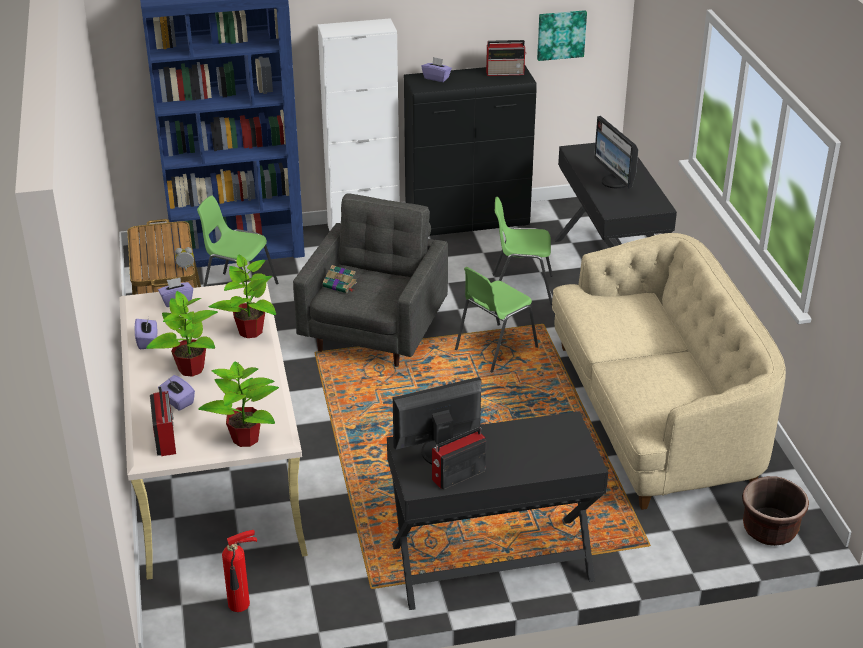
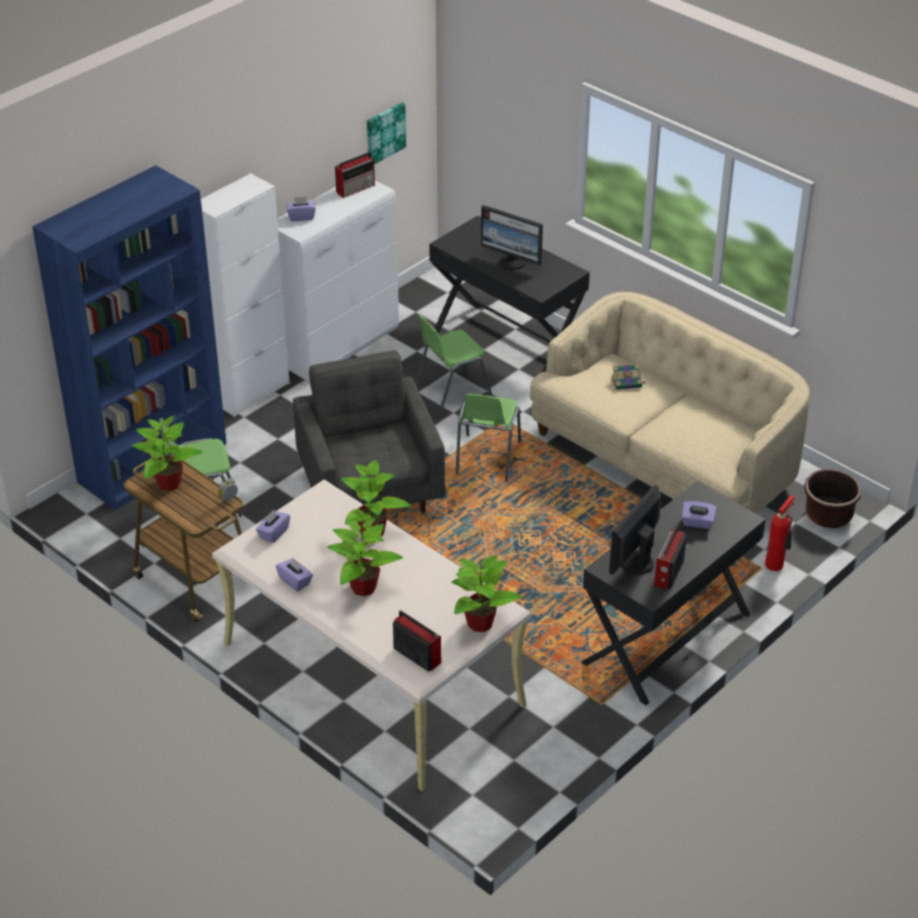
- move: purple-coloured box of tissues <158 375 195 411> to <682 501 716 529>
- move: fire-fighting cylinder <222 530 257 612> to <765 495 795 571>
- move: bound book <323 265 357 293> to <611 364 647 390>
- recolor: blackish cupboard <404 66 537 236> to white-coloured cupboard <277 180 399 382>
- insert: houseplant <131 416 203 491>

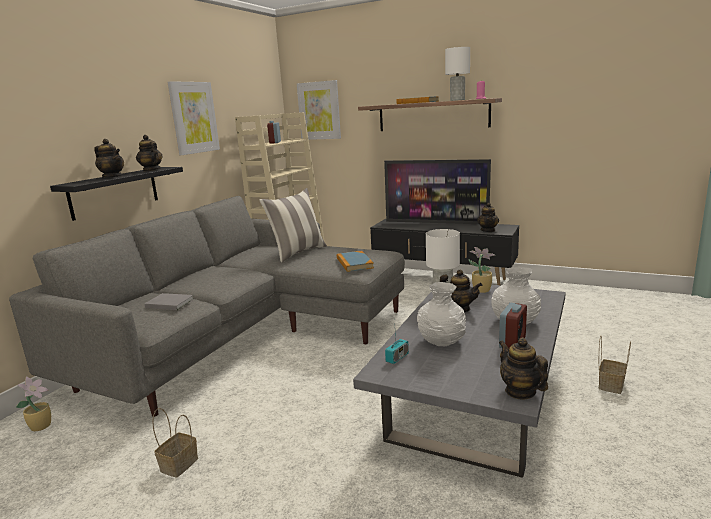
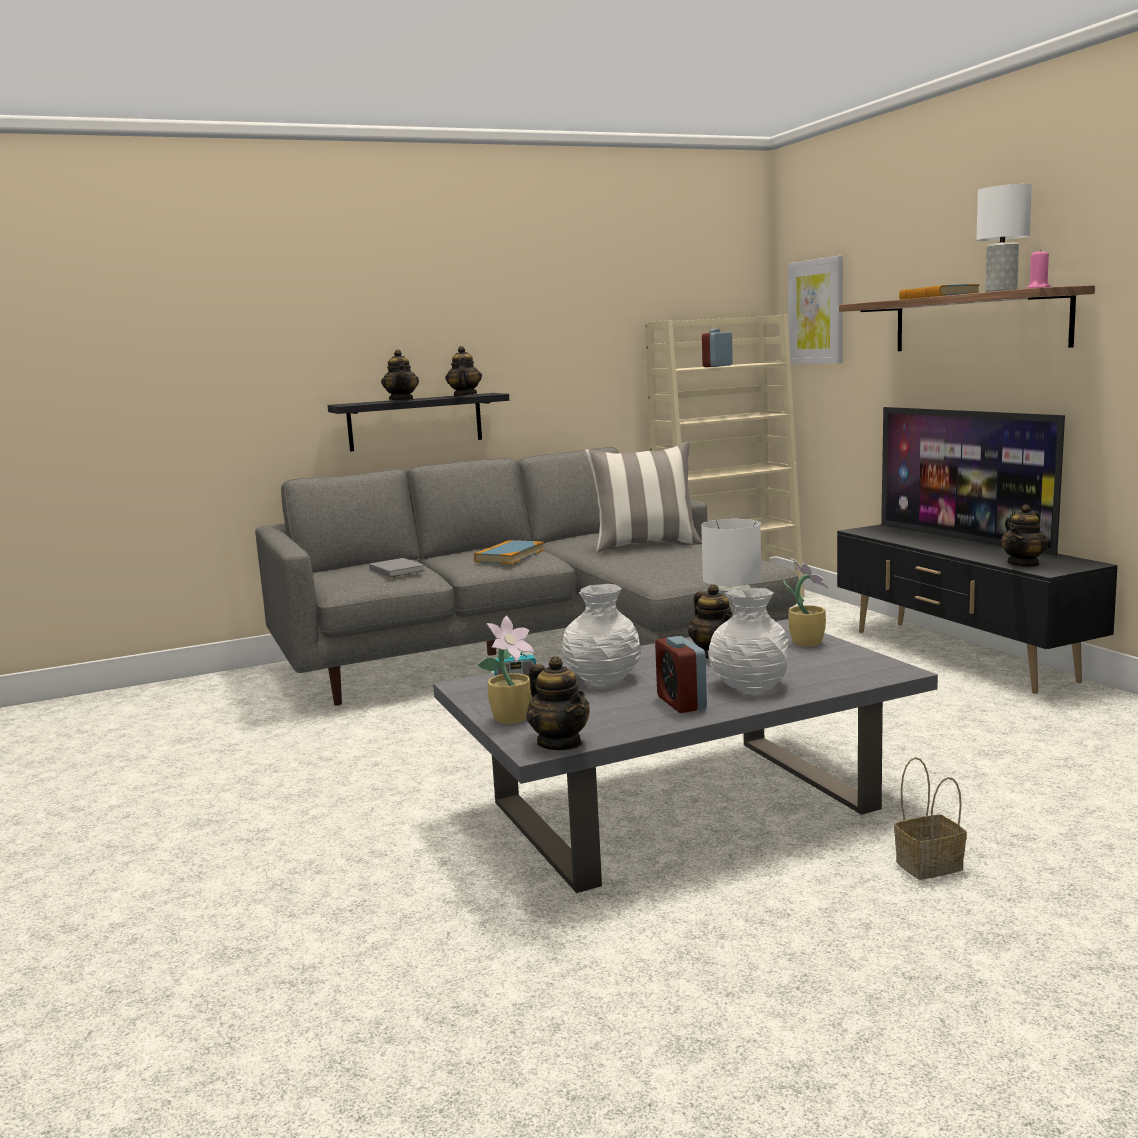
- move: houseplant <16 376 51 431> to <478 616 535 724>
- delete: household basket <152 408 198 478>
- delete: wall art <167 81 220 155>
- move: bound book <337 251 374 272> to <474 540 544 564>
- rotate: table clock <499 303 527 348> = <655 636 707 713> 90 degrees clockwise
- rotate: tea pot <499 338 548 399> = <526 656 590 750> 135 degrees clockwise

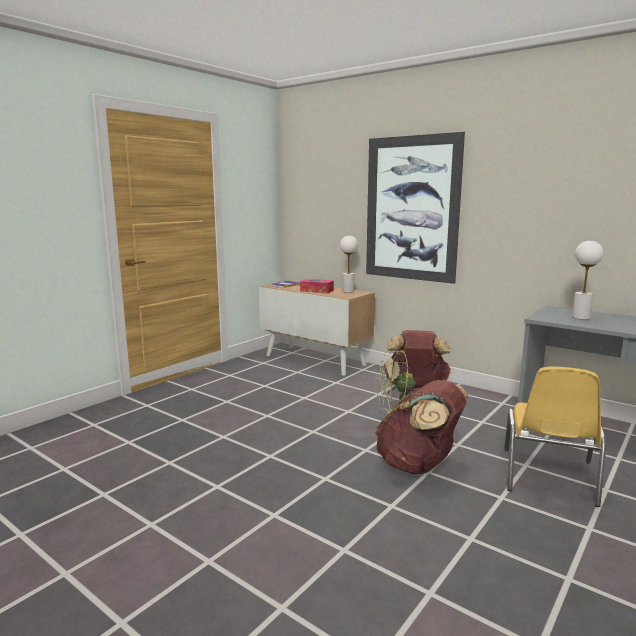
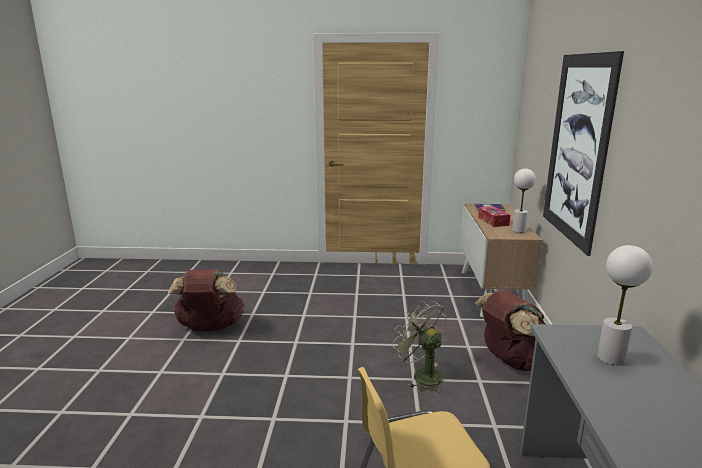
- move: brown-coloured knapsack <375 380 468 474> to <168 270 244 331>

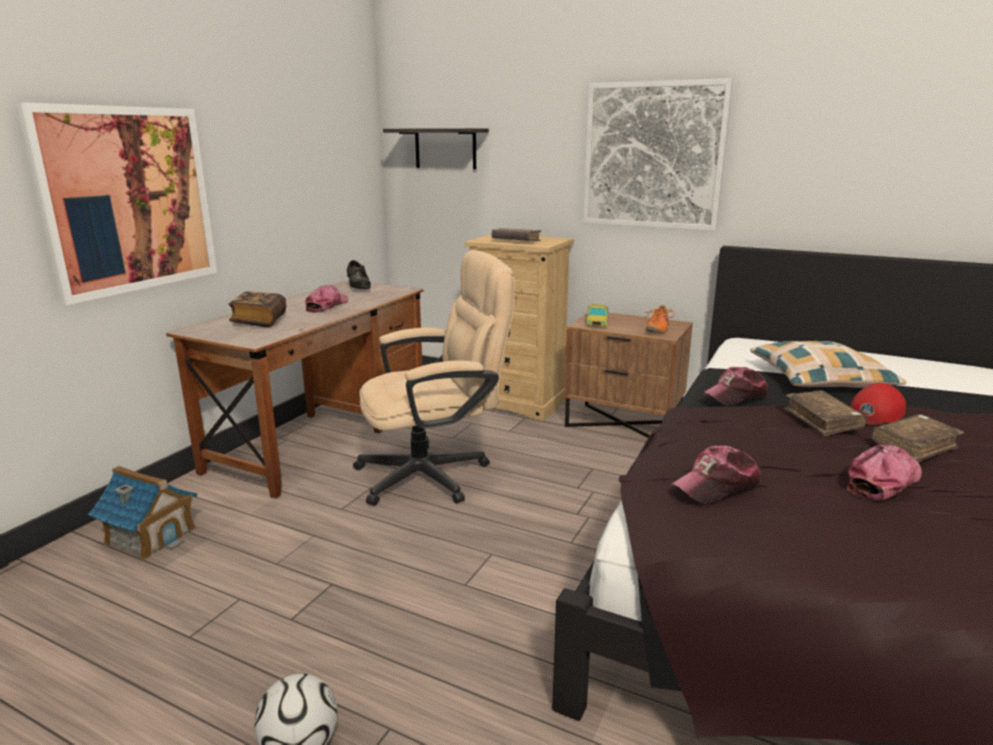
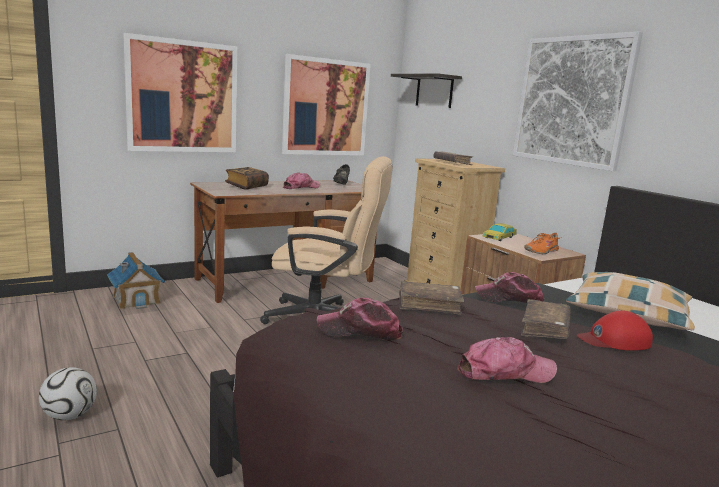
- move: brown-coloured bound book <872 414 964 462> to <399 281 464 315>
- insert: wall art <282 54 371 155>

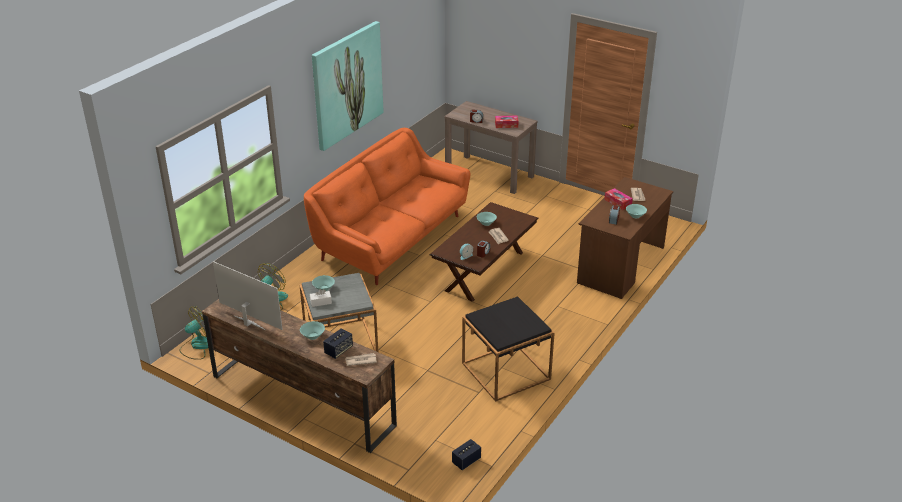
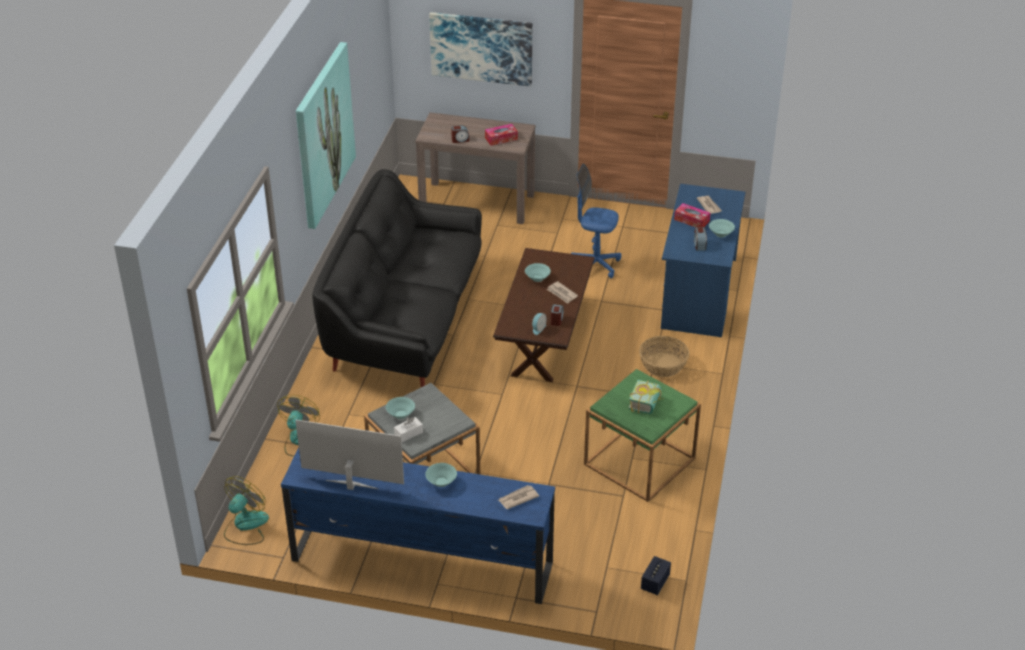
- recolor: brown-coloured media console <202 299 397 453> to blue-coloured media console <281 447 555 604>
- recolor: orange settee <304 128 470 285> to blackish settee <313 169 482 387>
- delete: speaker <323 328 353 359>
- recolor: blackish accent table <462 296 555 402> to green-coloured accent table <584 369 701 502>
- recolor: brown-coloured desk table <577 177 673 299> to blue-coloured desk table <661 184 745 337>
- insert: wall art <429 12 532 87>
- insert: blue-coloured office chair <571 164 621 278>
- insert: bound book <629 380 662 414>
- insert: household basket <639 336 689 377>

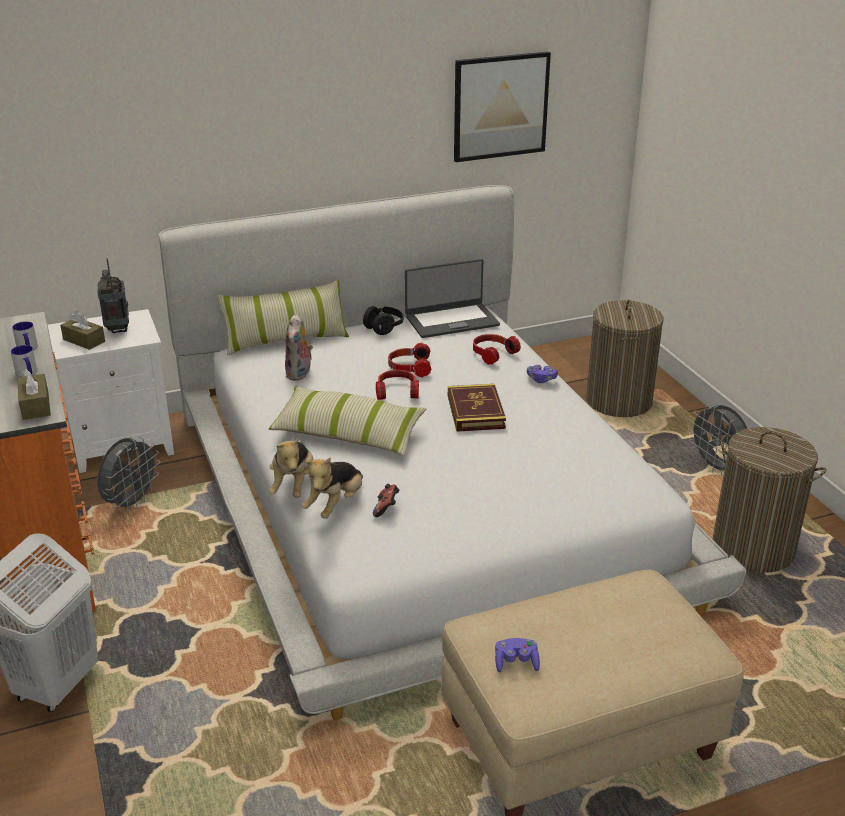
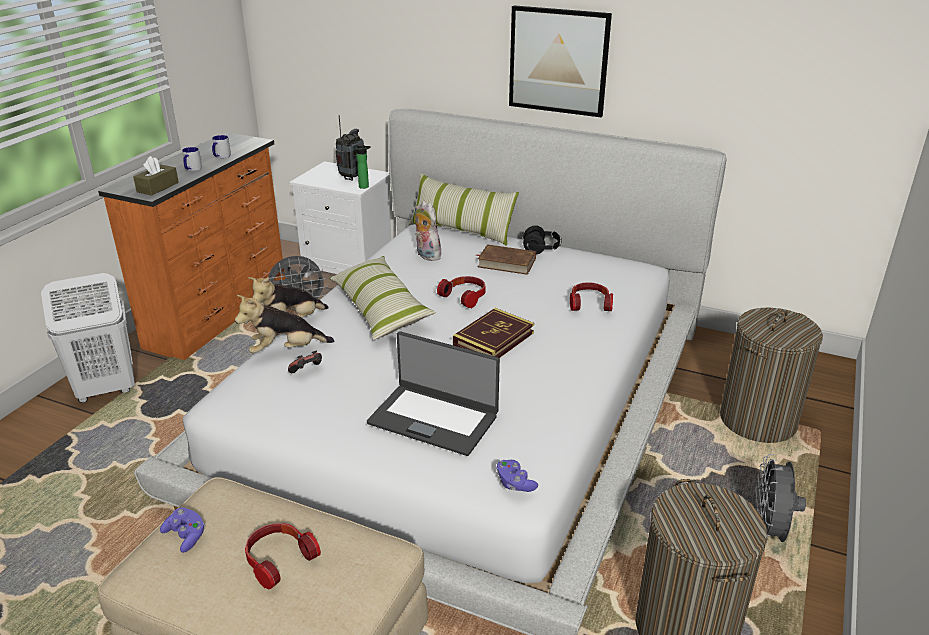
- delete: brown-coloured box of tissues <60 311 105 350>
- rotate: cuddly toy <285 313 313 381> = <415 201 441 261> 90 degrees clockwise
- move: headset <388 343 431 377> to <245 523 321 589>
- move: laptop <405 259 500 338> to <367 331 500 456>
- move: wall art <454 52 551 162> to <509 5 612 117>
- move: purple-coloured joypad <527 365 558 383> to <496 460 538 492>
- insert: drink bottle <356 144 371 189>
- insert: brown-coloured bound book <476 244 536 275>

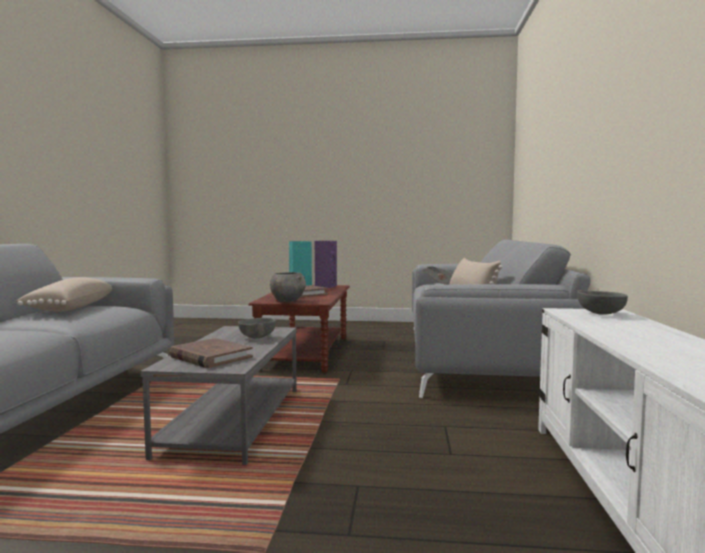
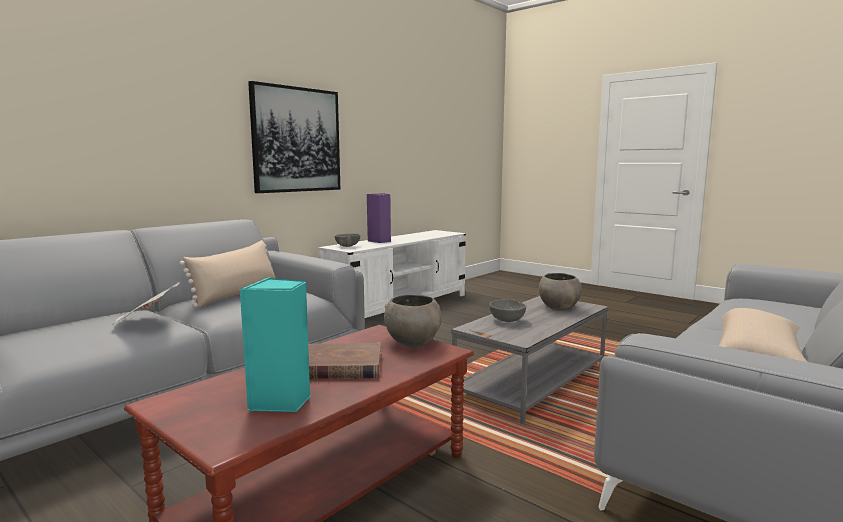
- replace: brown-coloured bound book <169 338 253 368> to greyish serving bowl <539 273 582 311>
- move: purple-coloured speaker <315 241 337 288> to <367 193 391 243>
- insert: wall art <248 81 340 193>

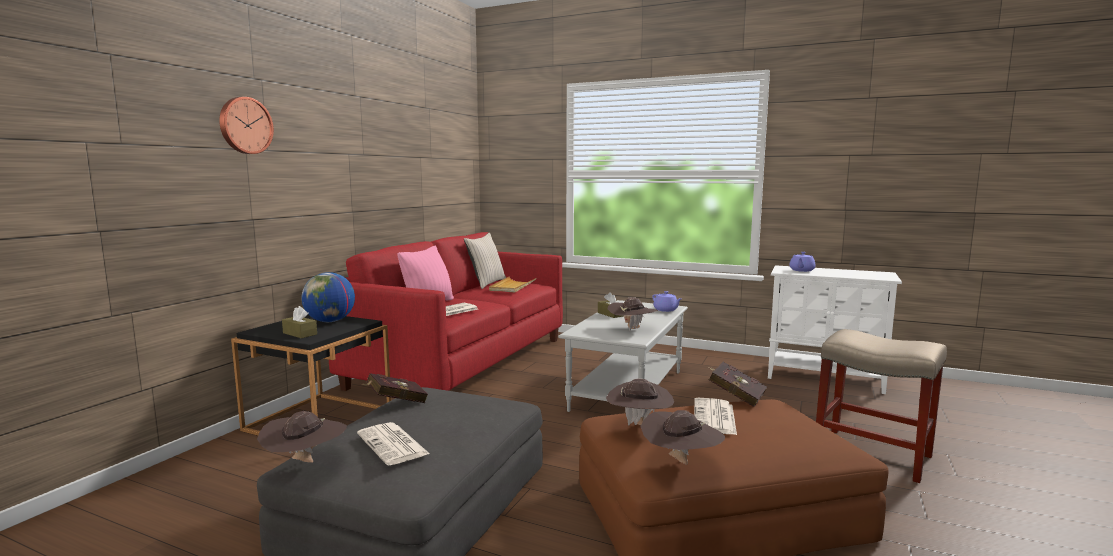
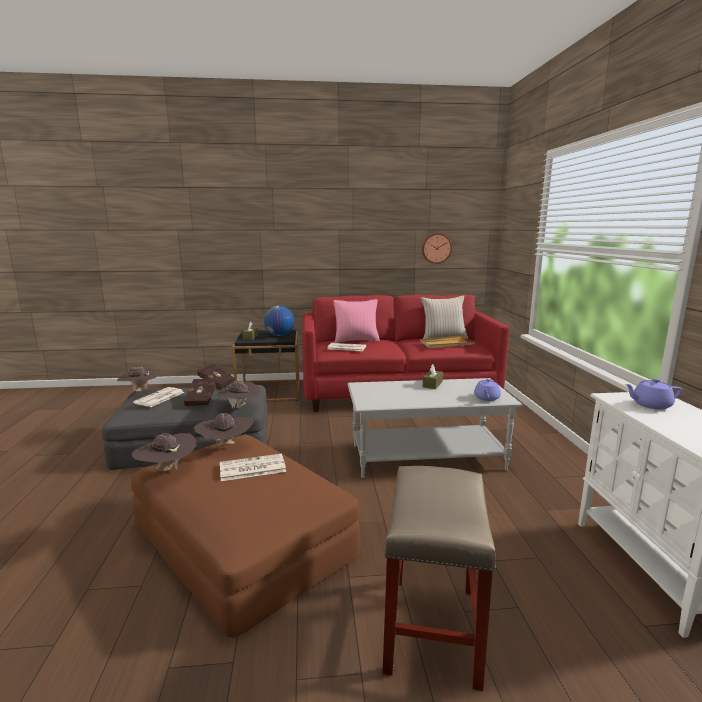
- move: clock on the wall <219 97 274 154> to <422 233 452 264>
- move: brown-coloured wearable hat <608 297 658 331> to <216 381 260 409>
- move: red bound book <708 362 767 407> to <183 379 217 406>

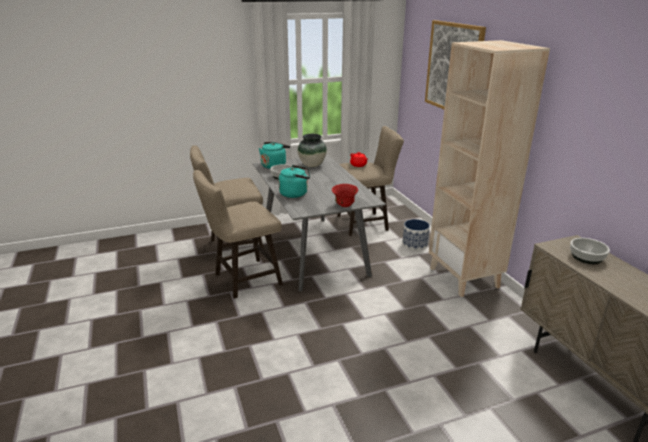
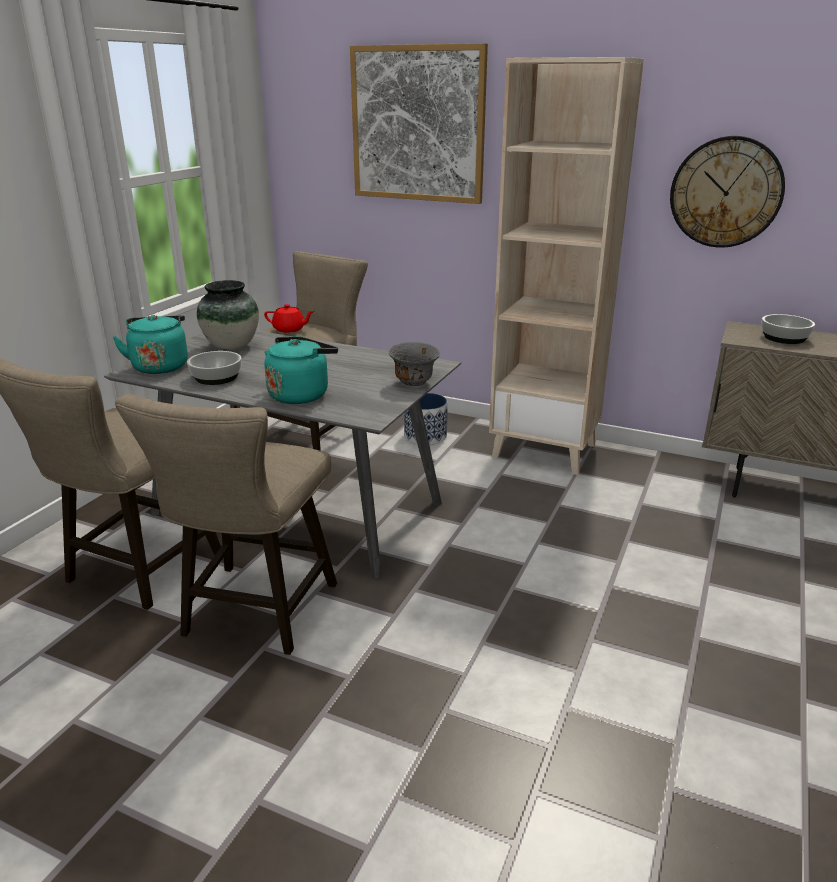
- recolor: red serving bowl <332 184 358 207> to greyish serving bowl <388 342 440 386>
- insert: clock on the wall <670 136 785 248>

